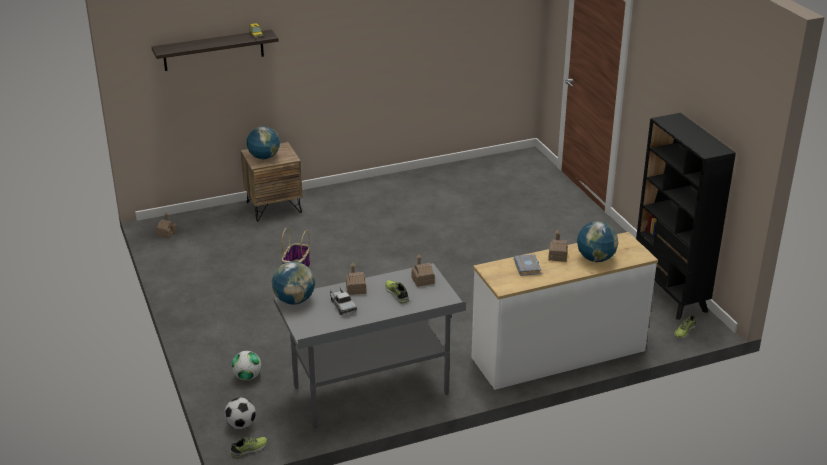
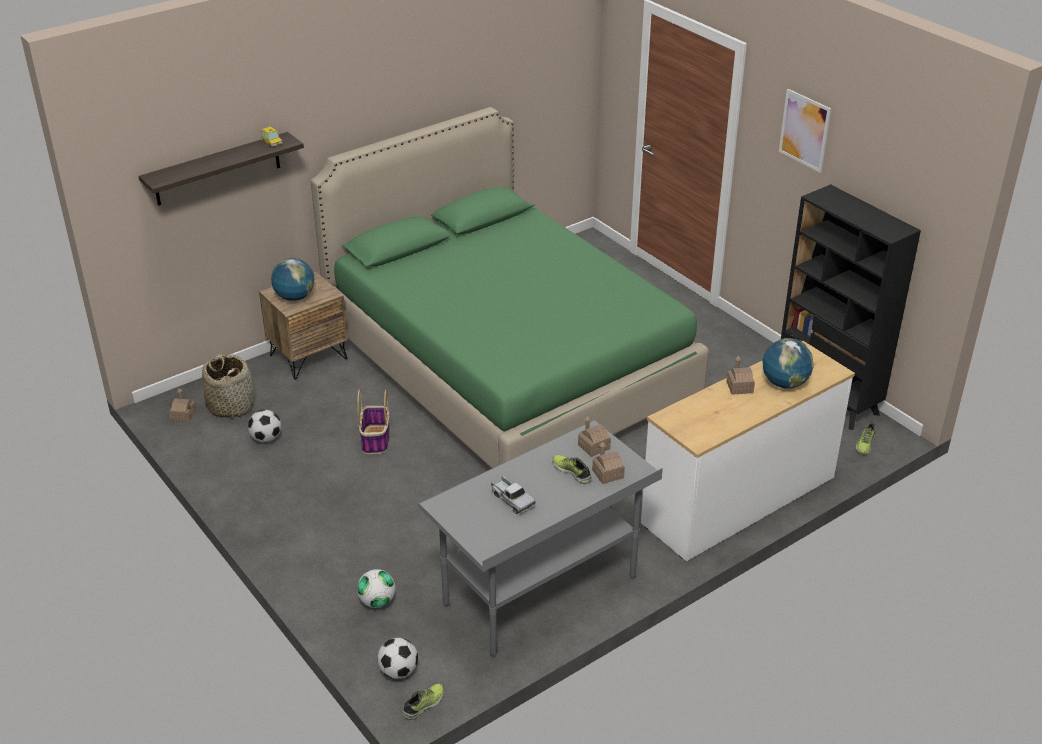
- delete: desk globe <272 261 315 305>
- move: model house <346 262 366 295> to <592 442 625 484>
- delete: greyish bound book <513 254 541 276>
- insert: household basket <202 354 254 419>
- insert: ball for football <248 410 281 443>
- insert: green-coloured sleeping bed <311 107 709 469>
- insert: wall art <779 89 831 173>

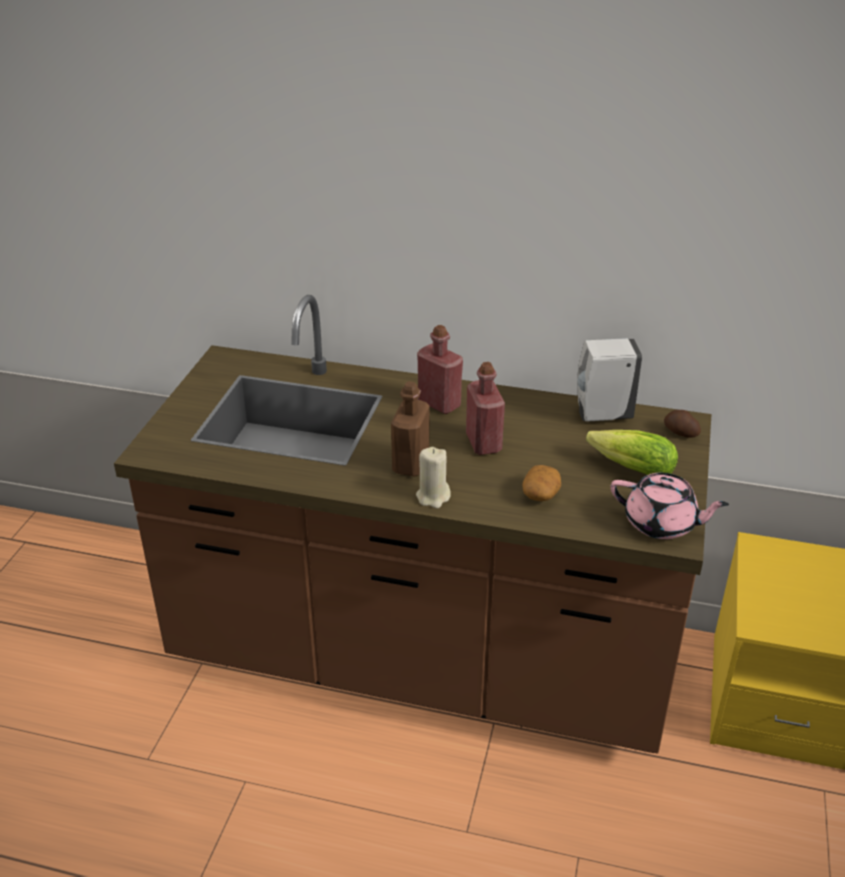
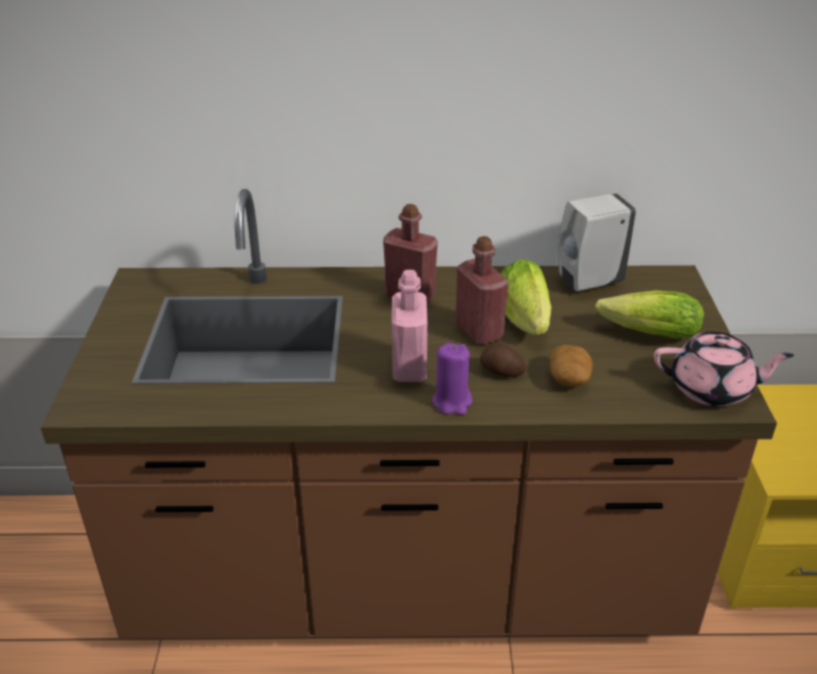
- recolor: brown-coloured drink bottle <391 381 430 476> to pinkish drink bottle <392 270 428 382>
- recolor: sand-coloured wax light <416 447 451 508> to purple-coloured wax light <432 343 472 415>
- move: spud <664 410 701 438> to <480 344 526 377>
- insert: lettuce <501 259 551 335>

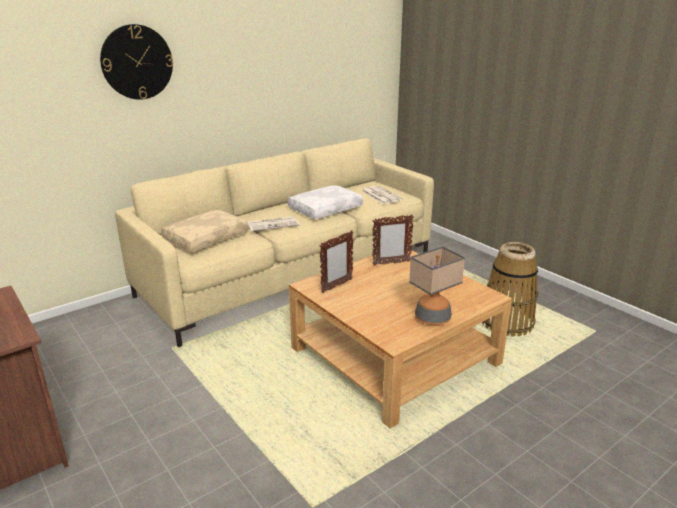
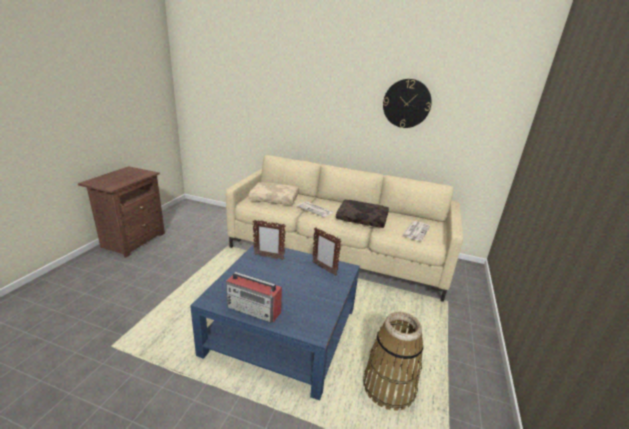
- move: clock on the wall <100 24 173 100> to <383 79 432 128>
- recolor: white-coloured pillow <288 185 363 219> to brown-coloured pillow <336 200 389 228>
- recolor: sand-coloured coffee table <289 250 512 429> to blue-coloured coffee table <190 244 360 401>
- replace: lamp for a table <409 246 465 325> to radio set <226 272 282 323>

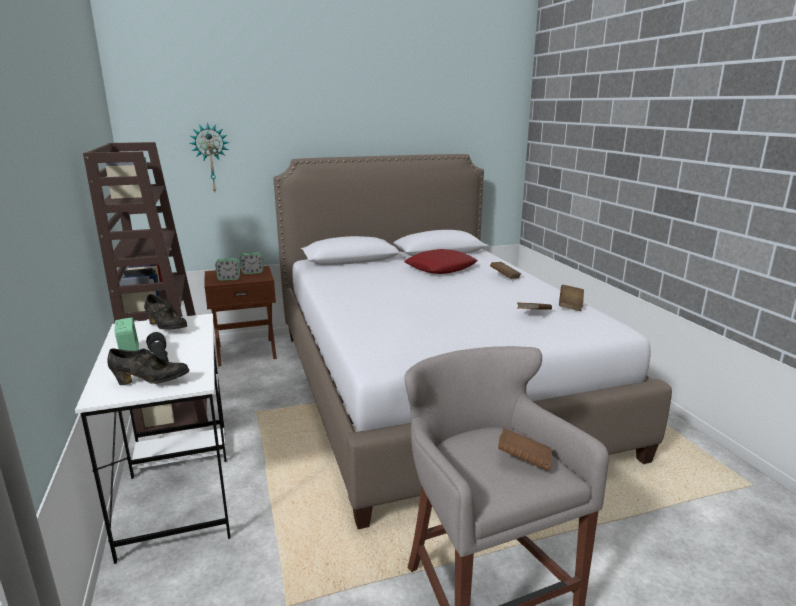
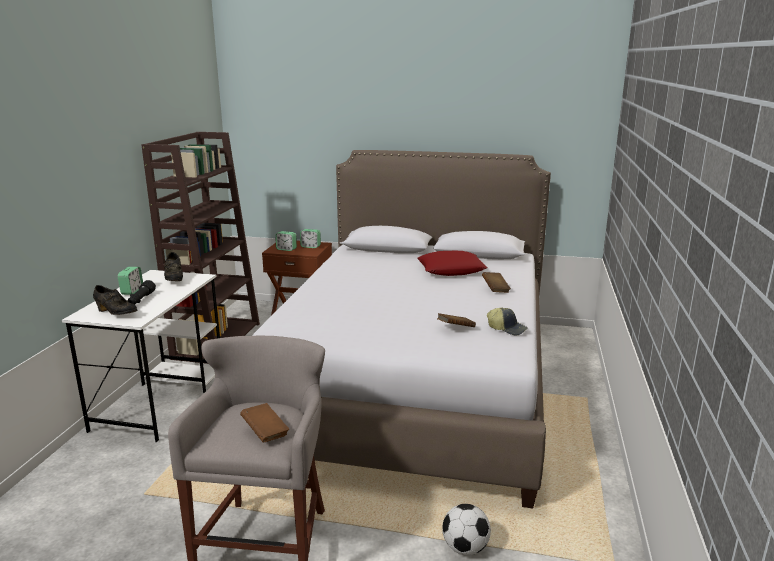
- delete: clock on the wall <189 123 229 192>
- replace: brown-coloured bound book <559 285 584 311> to peaked cap <487 307 528 336>
- insert: ball for football <442 504 491 555>

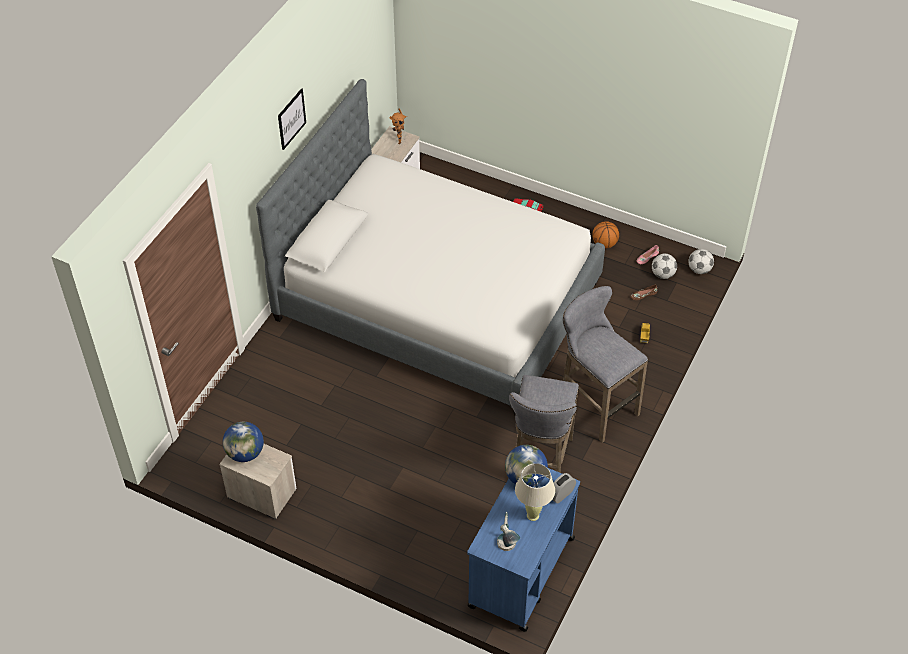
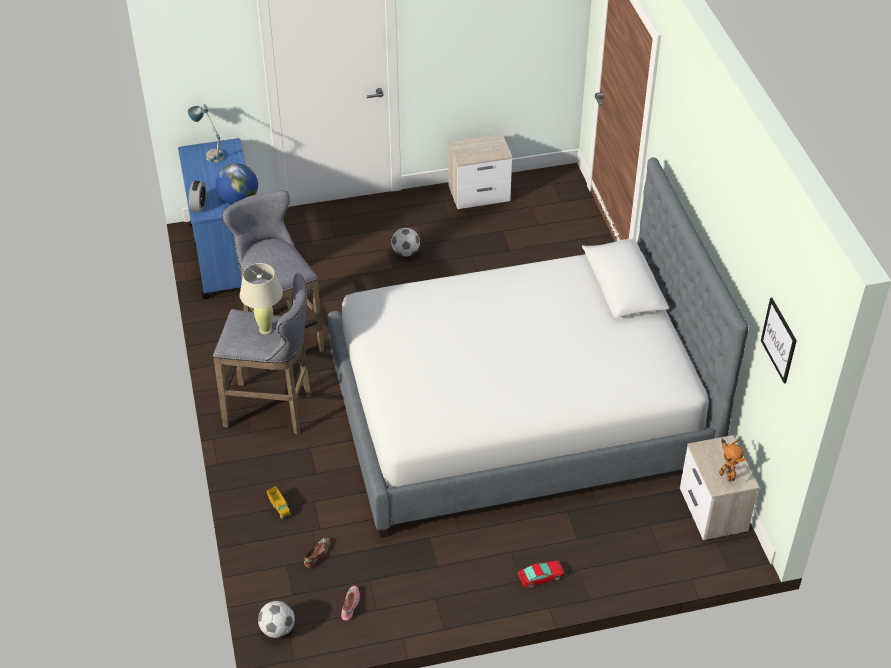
- delete: desk globe <223 422 264 462>
- move: wall art <278 88 306 150> to <761 298 797 383>
- move: sand-coloured lamp for a table <515 463 555 521> to <240 263 283 334>
- delete: ball for basketball <592 221 619 248>
- move: ball for football <652 254 677 279> to <391 228 420 256>

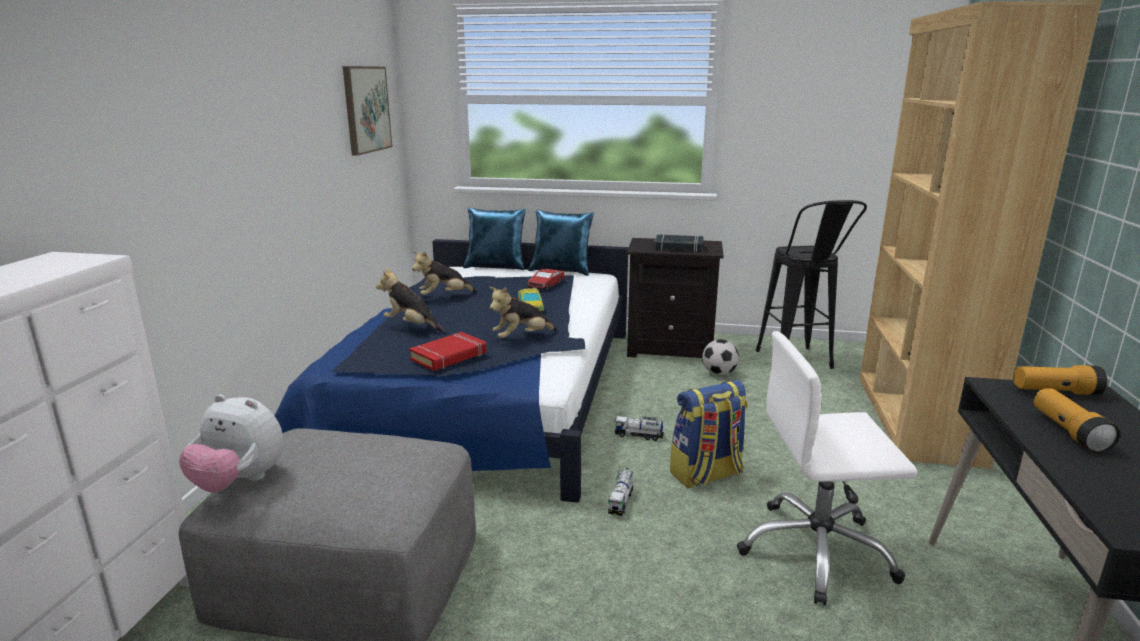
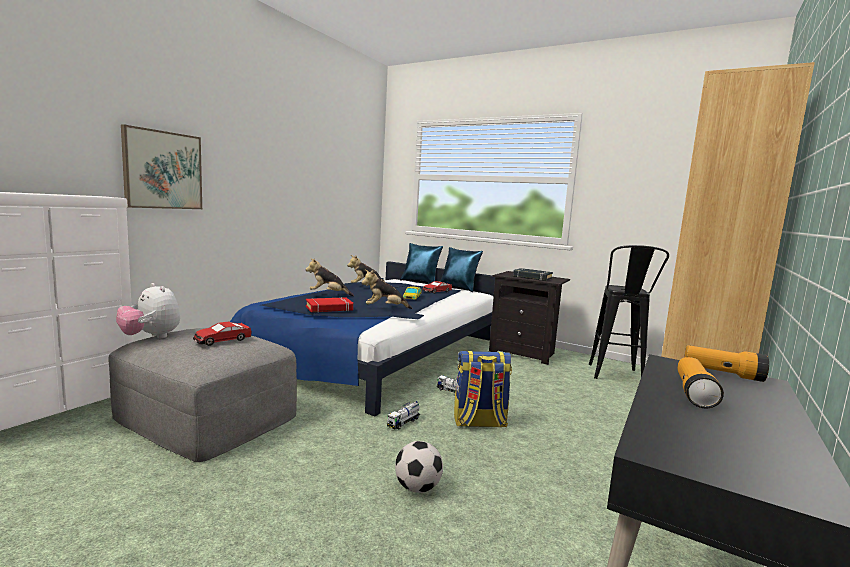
- move: wall art <343 66 392 156> to <121 124 202 209>
- rotate: cuddly toy <376 268 446 332> = <306 258 354 296> 45 degrees counterclockwise
- move: ball for football <702 339 739 375> to <395 441 443 493>
- delete: white-coloured office chair <737 331 917 606>
- insert: toy car <193 322 252 346>

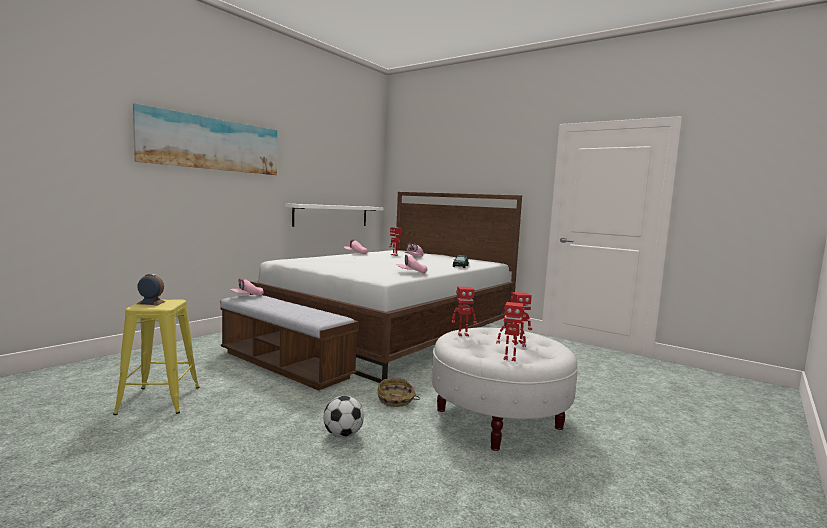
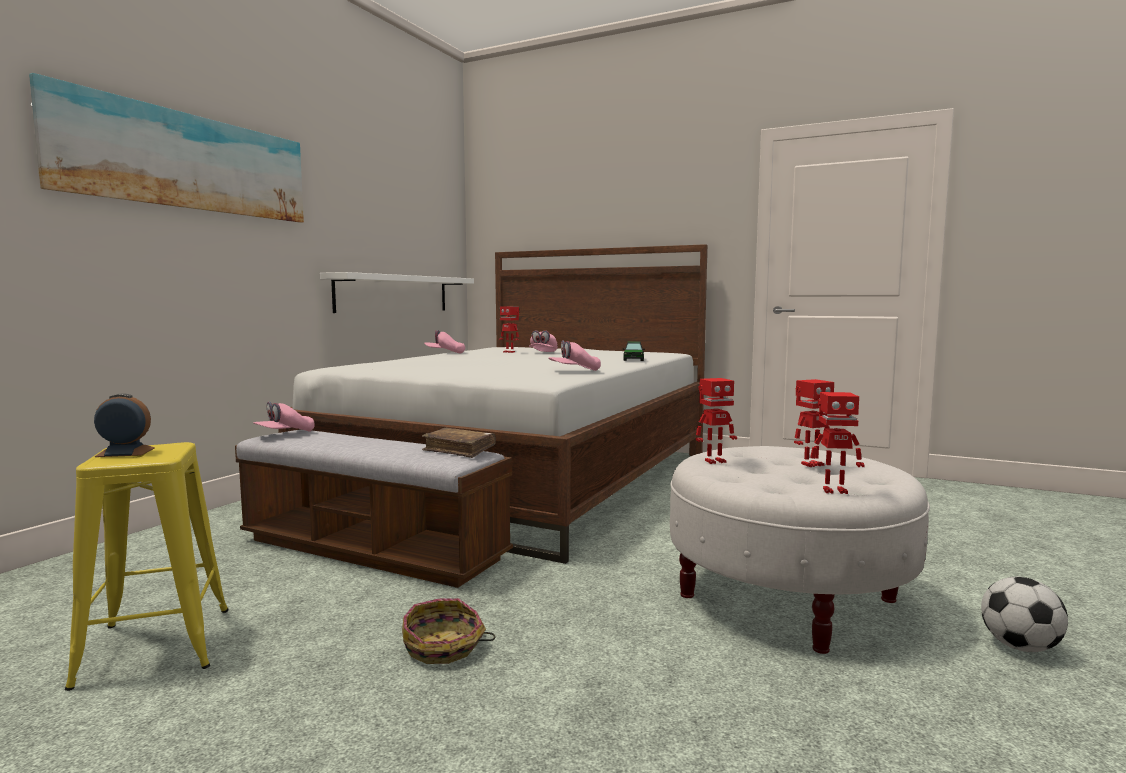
- move: ball for football <324 396 364 438> to <981 577 1068 652>
- move: household basket <378 378 420 407> to <402 598 495 664>
- insert: brown-coloured bound book <422 428 496 458>

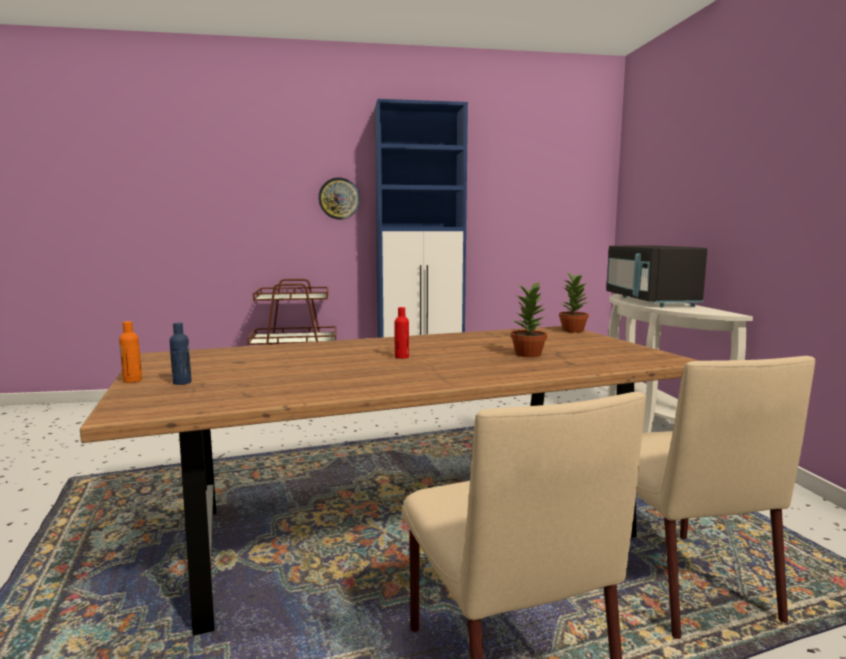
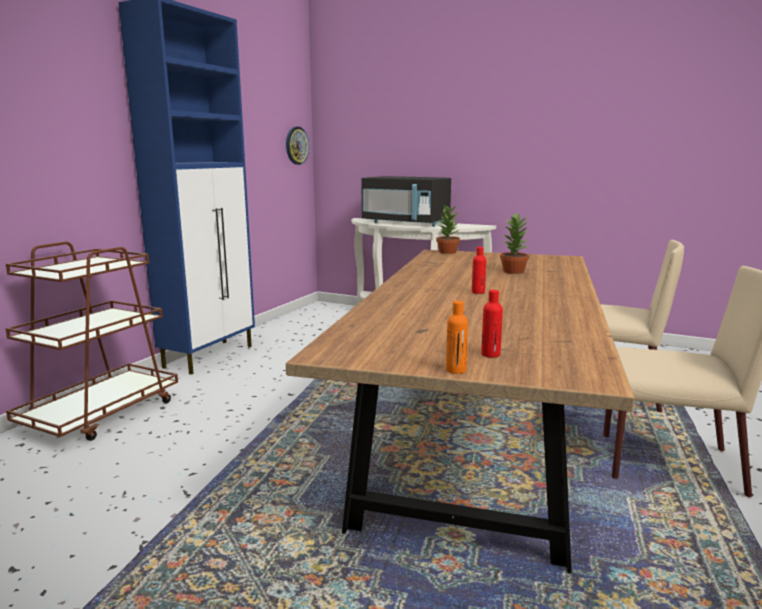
- recolor: blue-coloured drink bottle <170 322 192 385> to red drink bottle <481 290 503 358>
- move: clock on the wall <318 177 360 220> to <286 127 309 165>

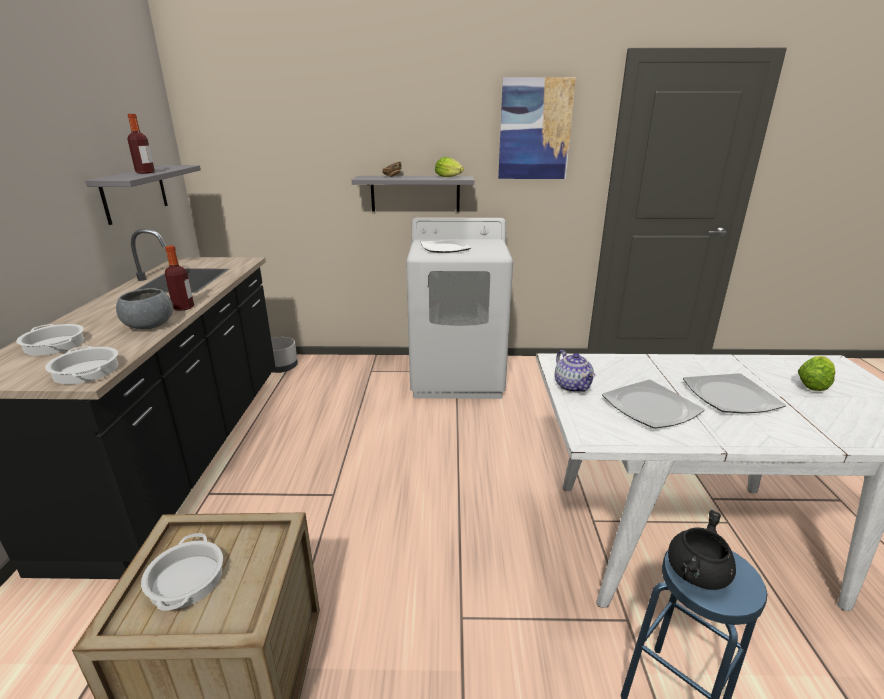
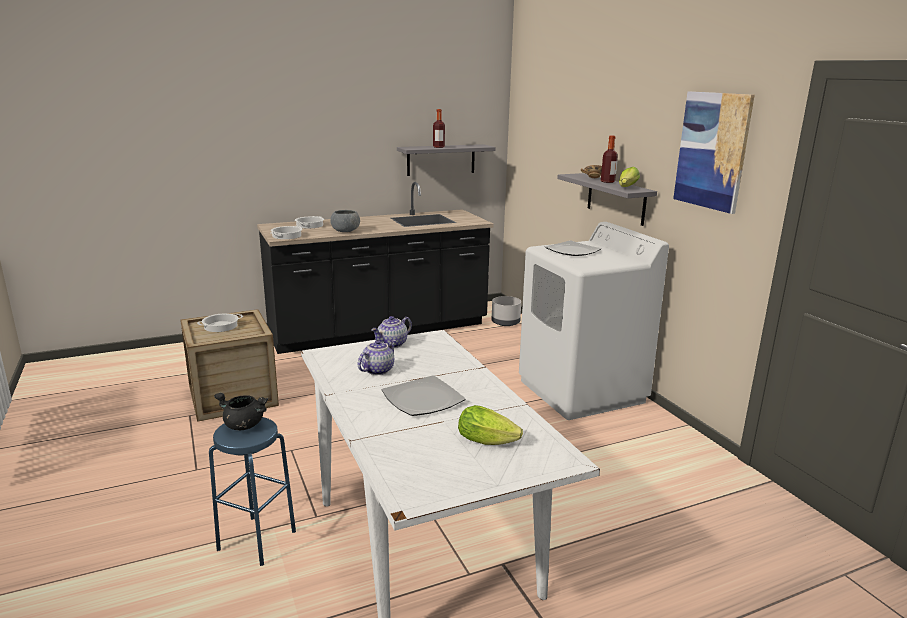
- move: drink bottle <165 246 194 311> to <601 136 618 183>
- replace: plate <602 380 705 429> to tea pot <358 340 397 375>

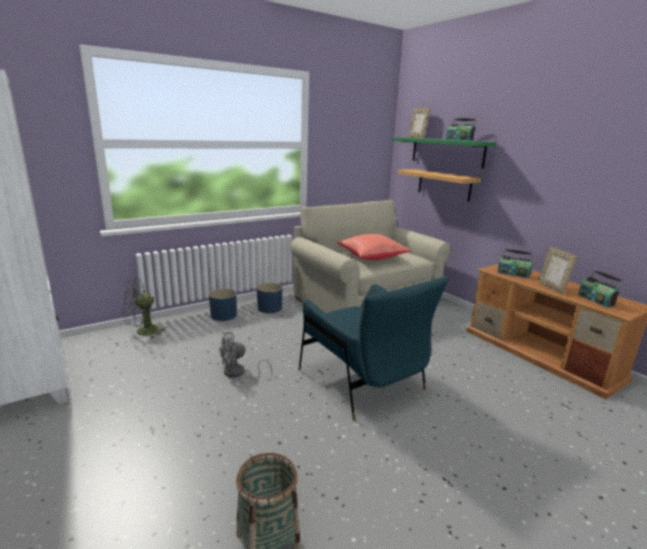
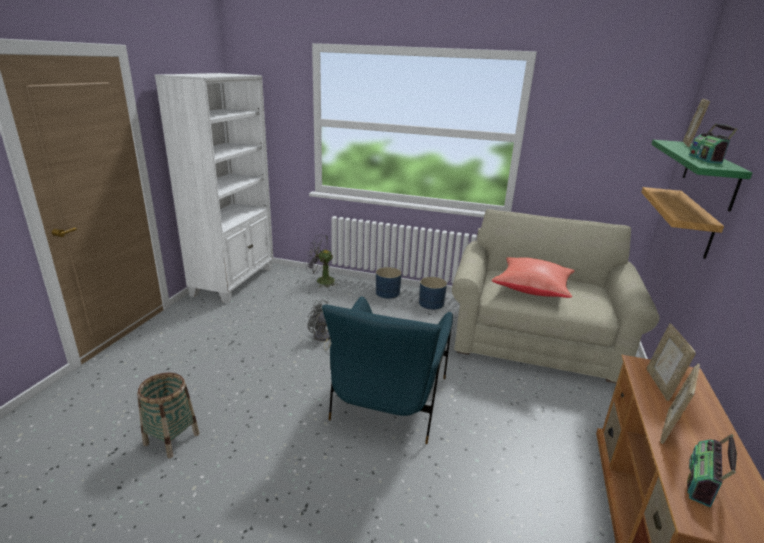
- replace: radio set <498 249 533 278> to standing frame <646 323 696 401>

